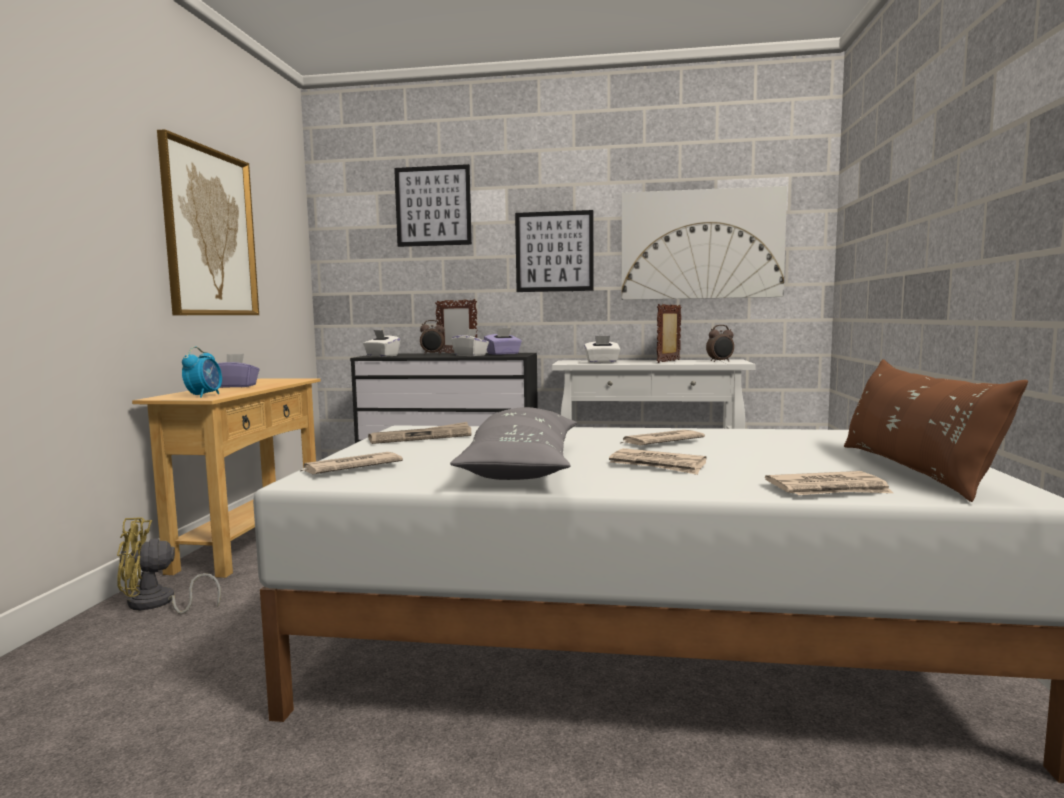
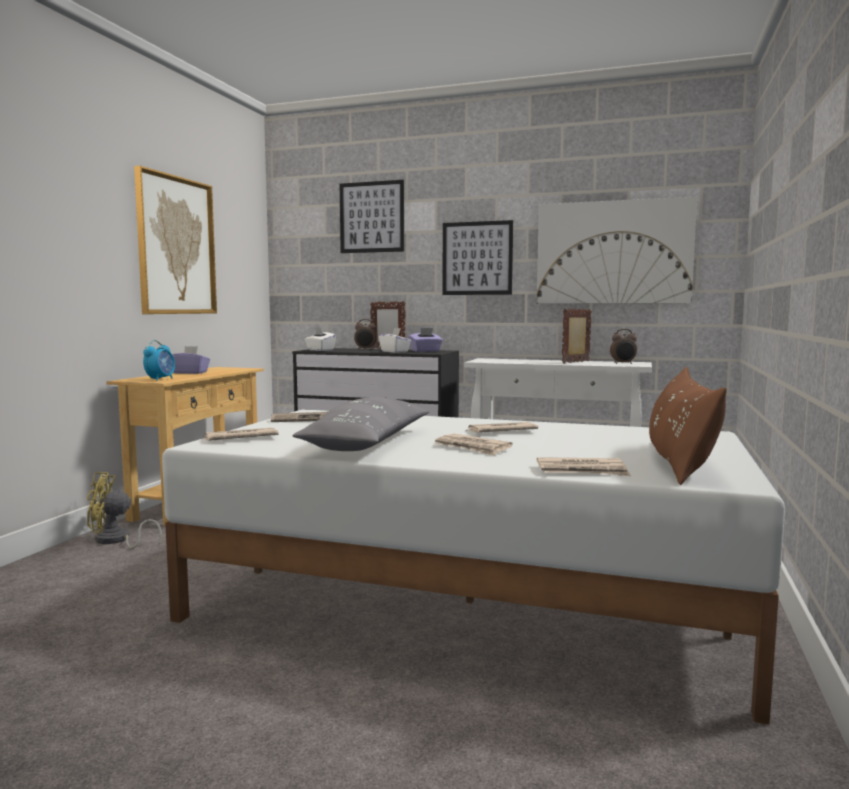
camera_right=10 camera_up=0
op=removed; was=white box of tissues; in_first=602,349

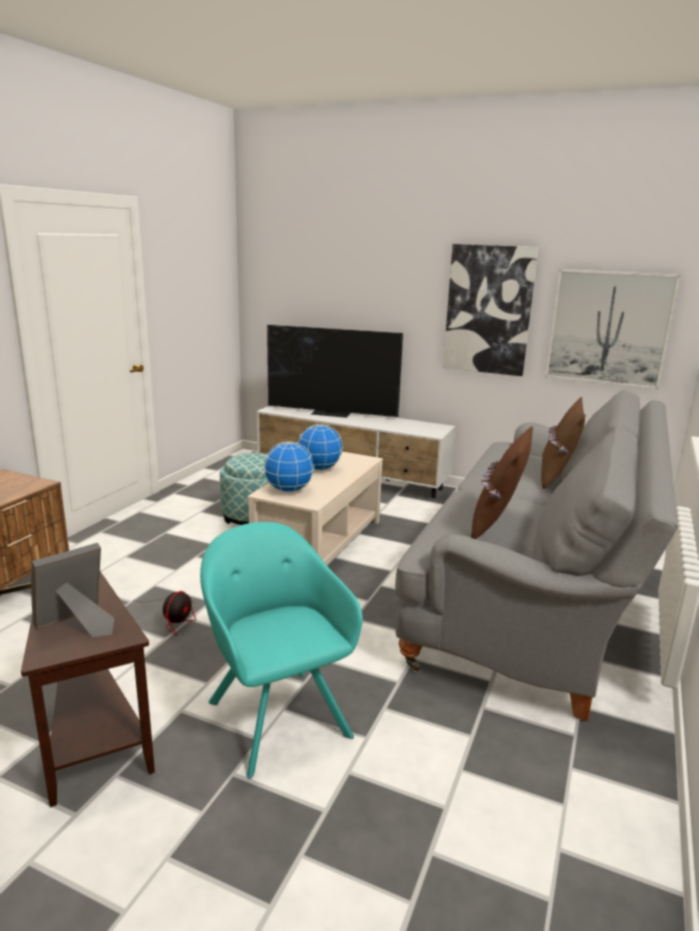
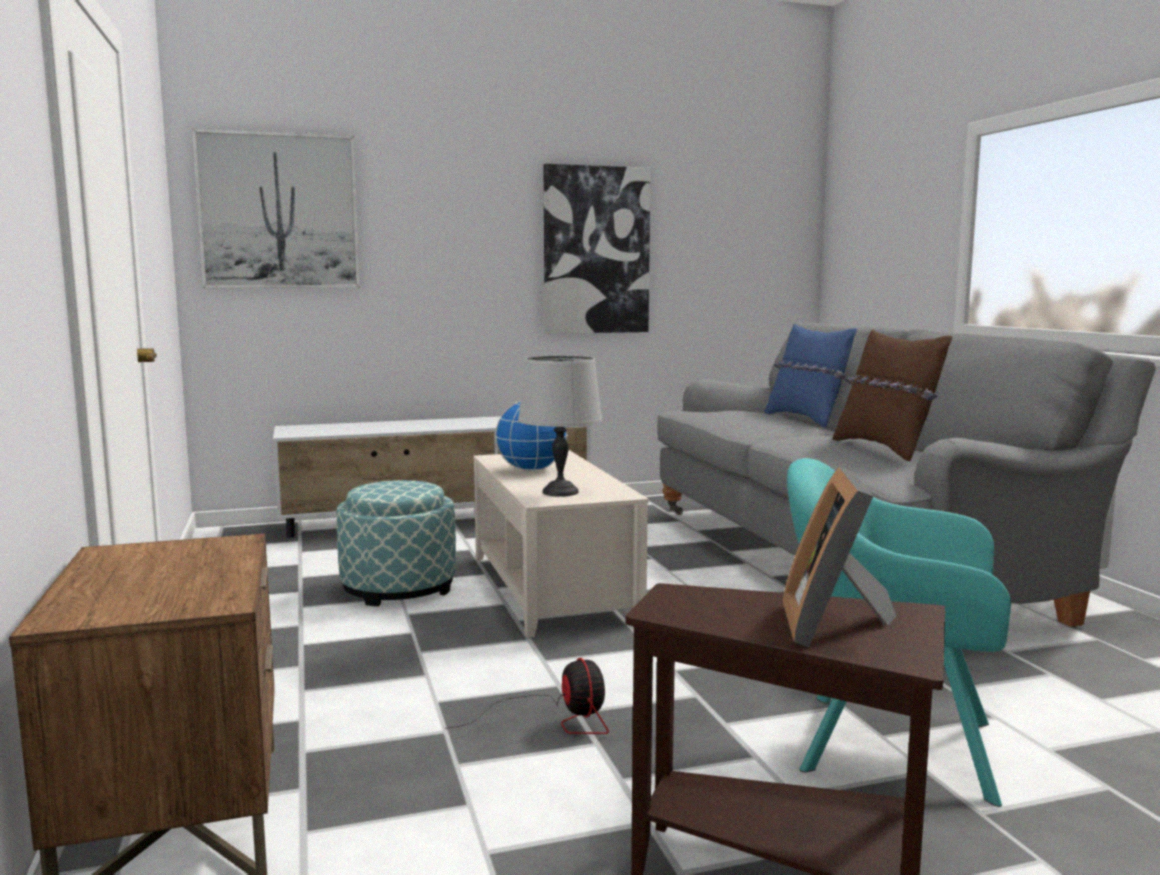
camera_right=-40 camera_up=-10
op=moved; was=wall art; in_first=612,329; in_second=276,208
op=removed; was=TV set; in_first=335,371
op=recoloured; was=brownish throw pillow; now=blue-coloured throw pillow; in_first=563,443; in_second=810,375
op=replaced; was=desk globe; now=grey tabletop lamp; in_first=289,467; in_second=560,426

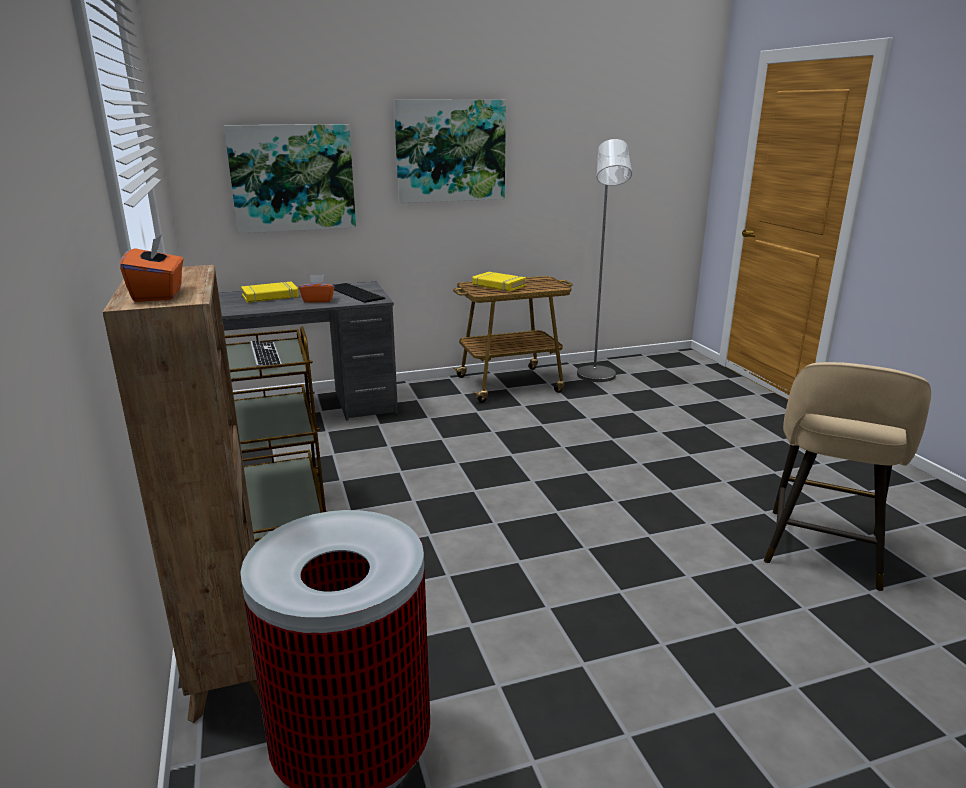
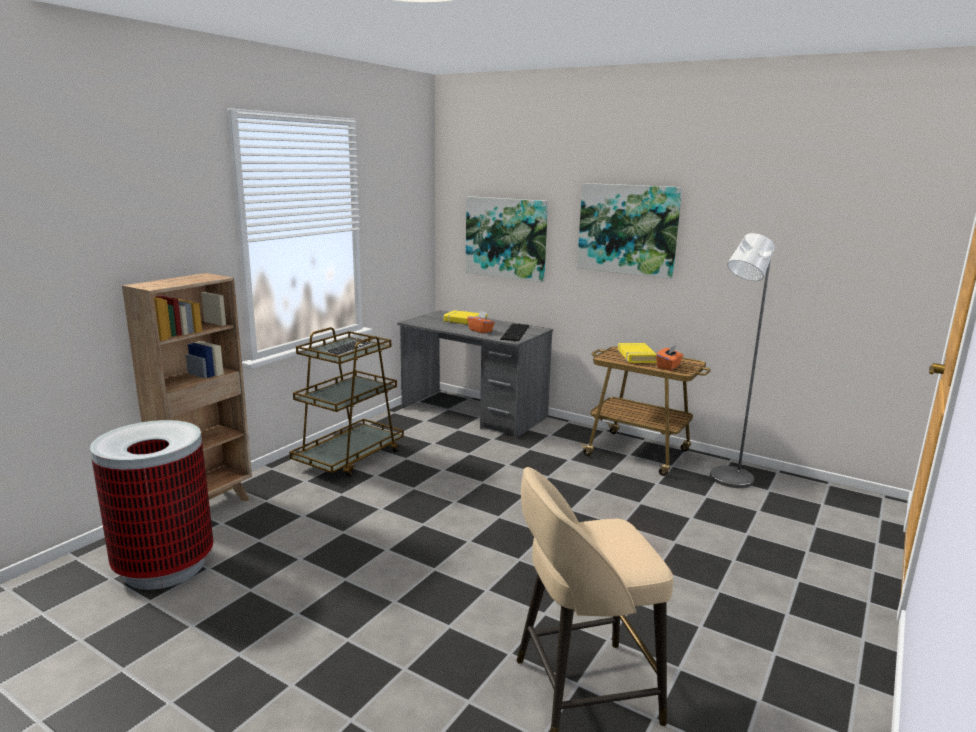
camera_right=50 camera_up=-5
op=moved; was=orange-coloured box of tissues; in_first=151,268; in_second=669,357

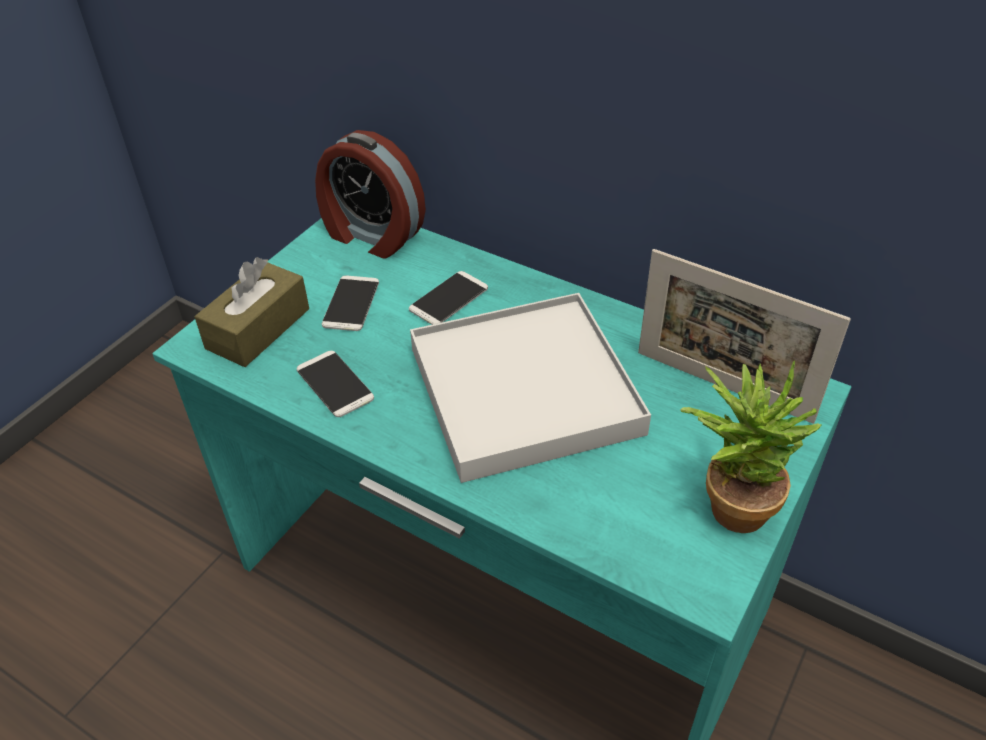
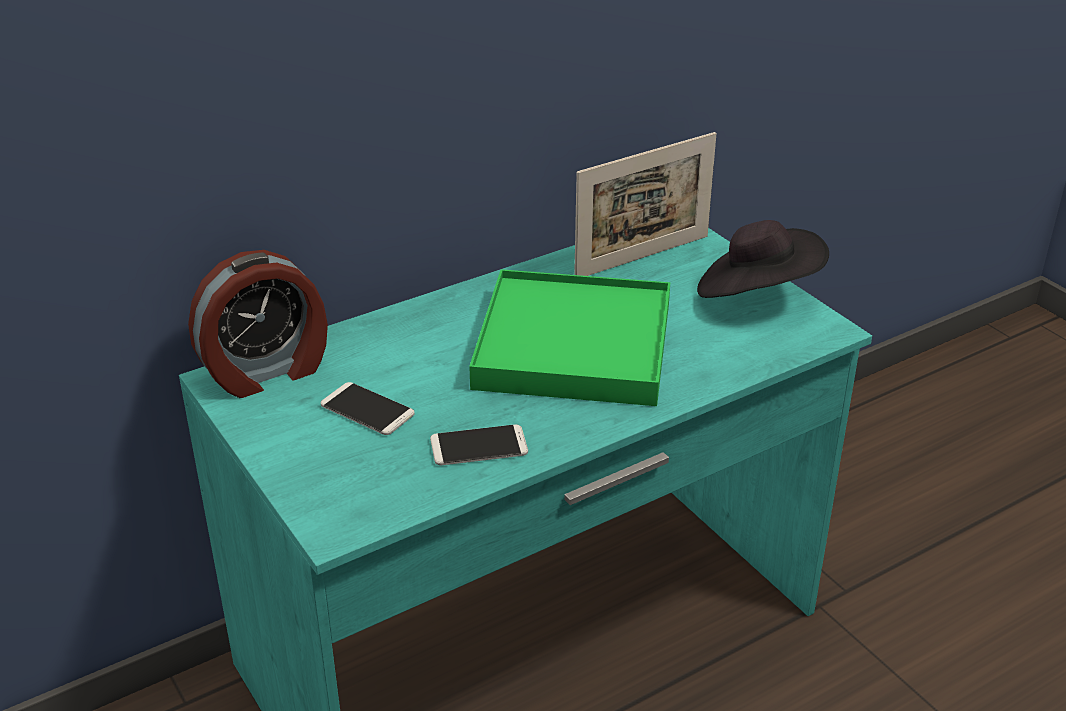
camera_right=-65 camera_up=-10
op=removed; was=brownish box of tissues; in_first=252,312
op=removed; was=telephone; in_first=448,298
op=recoloured; was=white carrying tray; now=greenish carrying tray; in_first=530,388; in_second=569,337
op=replaced; was=plant in a pot; now=black wearable hat; in_first=751,447; in_second=763,259

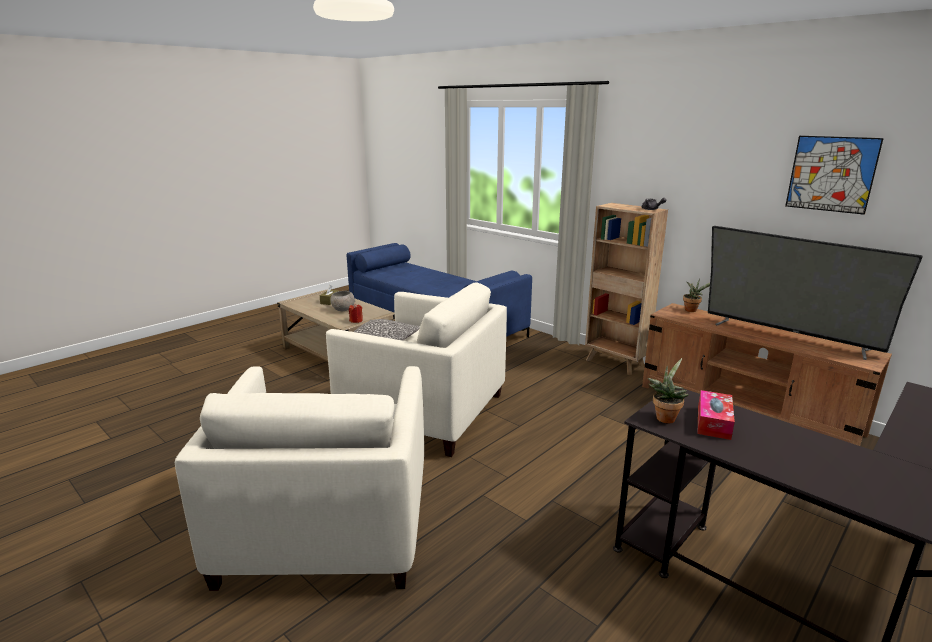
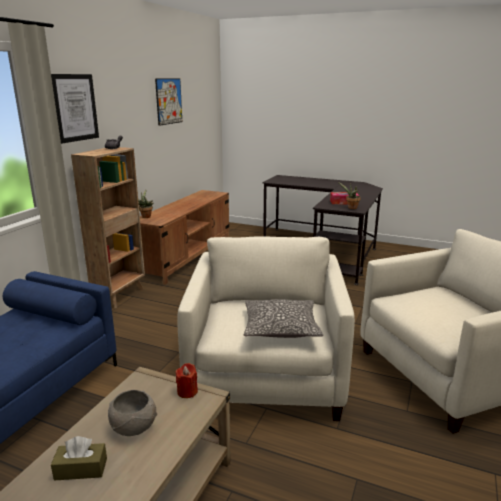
camera_right=-110 camera_up=0
op=removed; was=TV set; in_first=815,293
op=added; now=wall art; in_second=75,109

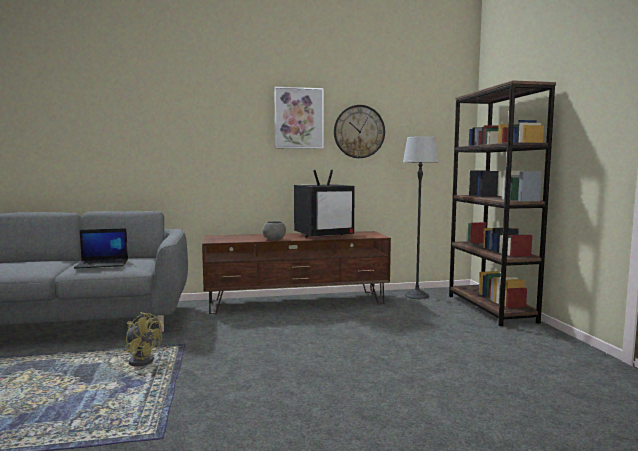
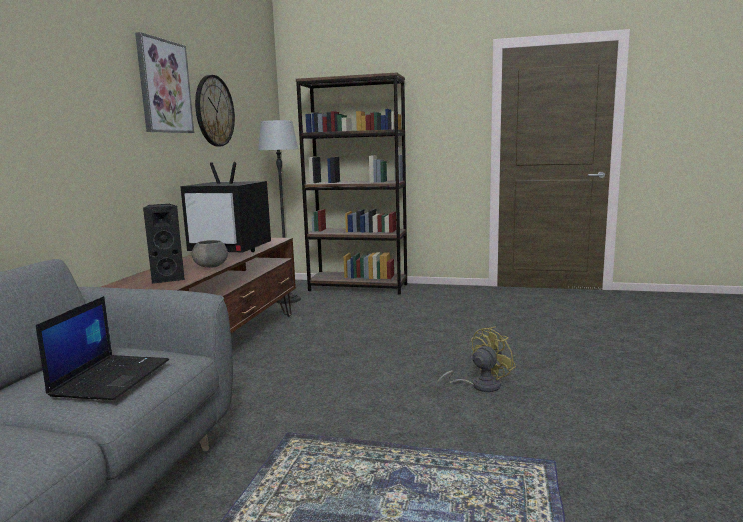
camera_right=-65 camera_up=5
op=turned; was=TV set; in_first=324,203; in_second=225,207; clockwise=105
op=moved; was=yellowish electric fan; in_first=143,339; in_second=475,359
op=added; now=black speaker; in_second=164,244

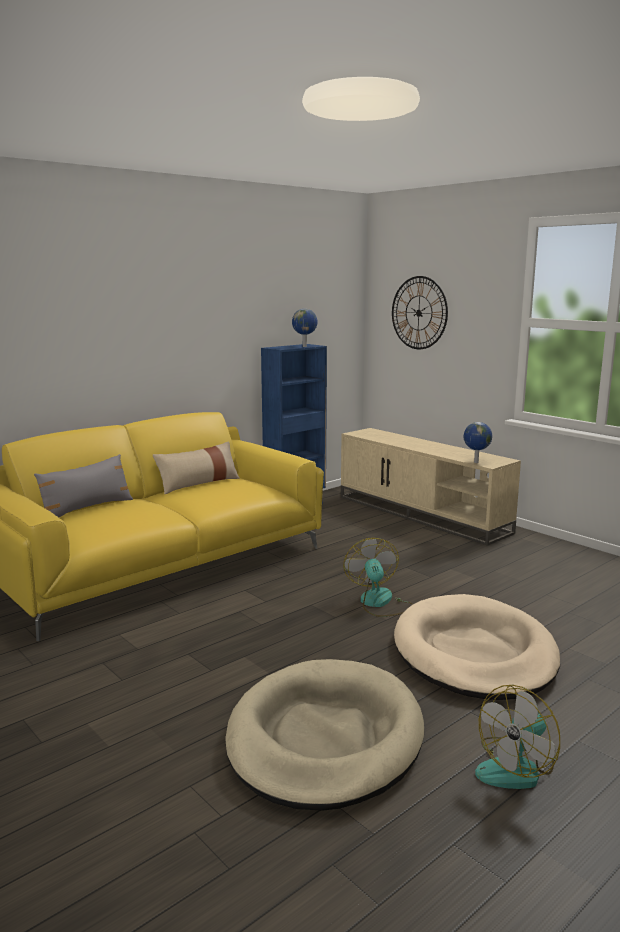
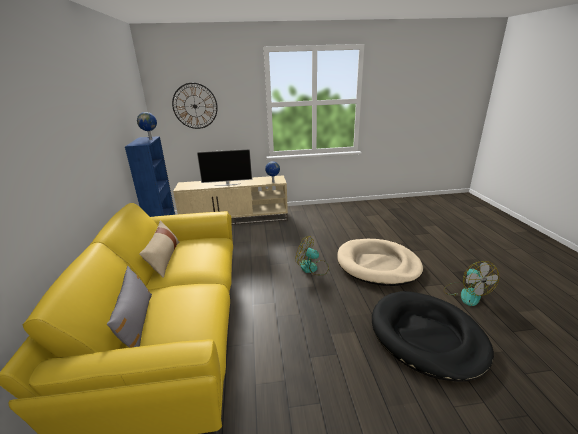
camera_right=-55 camera_up=10
op=recoloured; was=sand-coloured dog bed; now=black dog bed; in_first=324,735; in_second=433,336
op=added; now=TV set; in_second=224,167

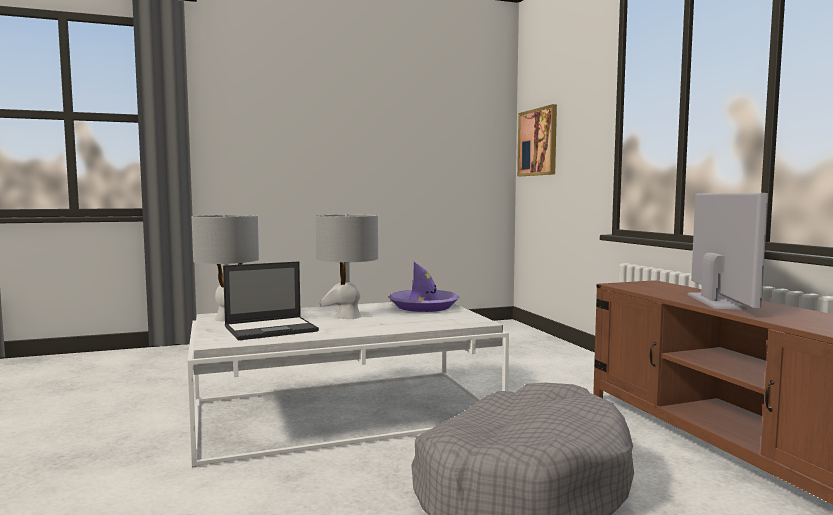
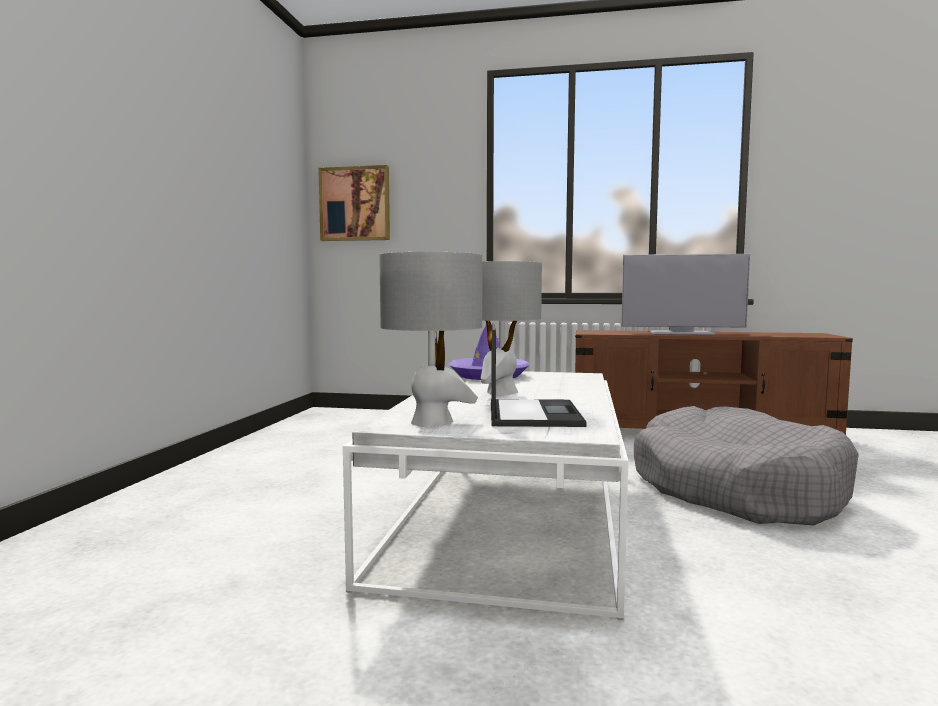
camera_right=-60 camera_up=0
op=turned; was=TV set; in_first=727,251; in_second=685,294; clockwise=150

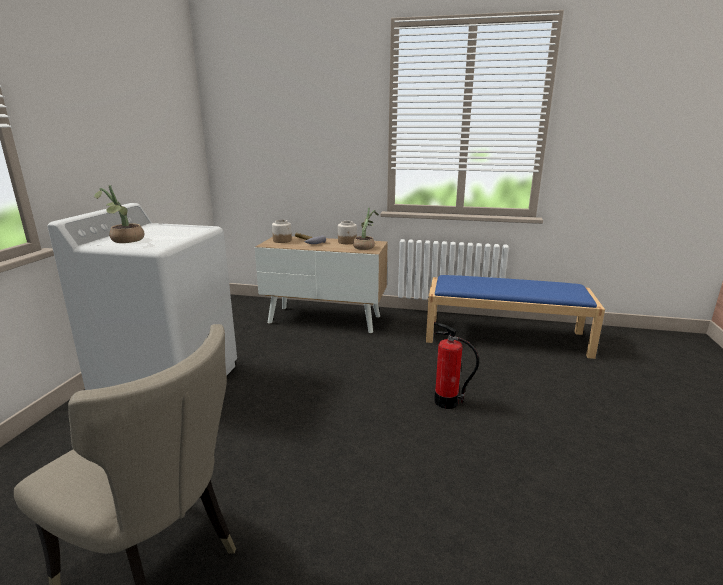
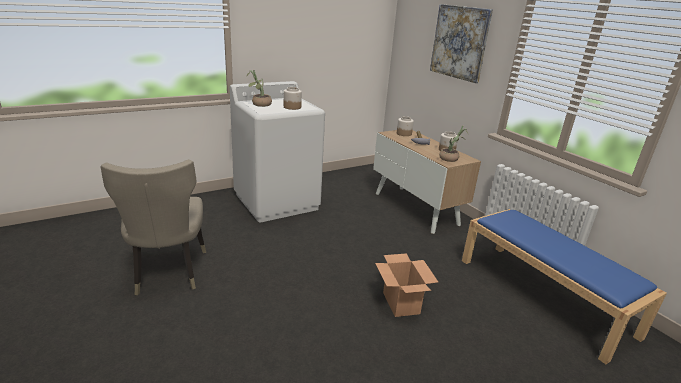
camera_right=45 camera_up=5
op=replaced; was=extinguisher; now=packing box; in_first=456,365; in_second=406,285
op=added; now=wall art; in_second=461,43
op=added; now=storage jar; in_second=293,98

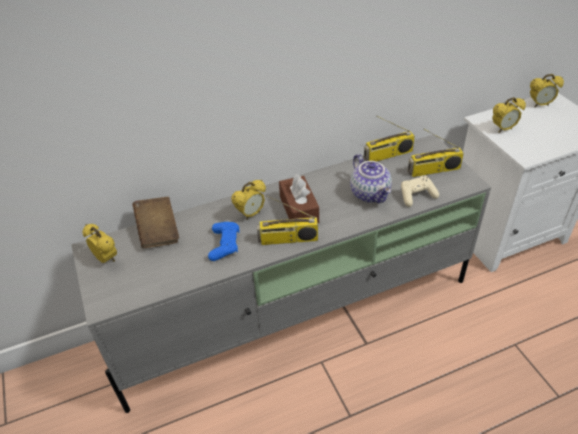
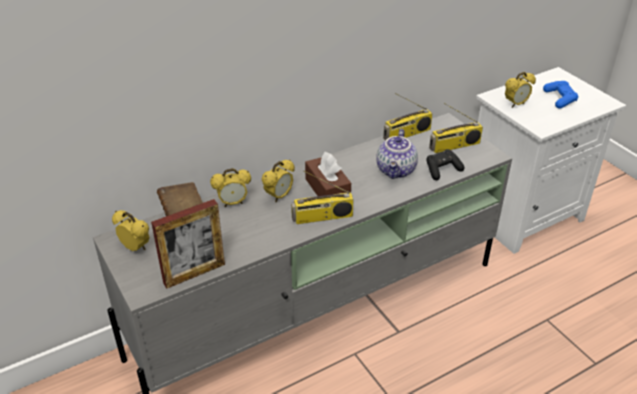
camera_right=-10 camera_up=-5
op=moved; was=bedside clock; in_first=547,90; in_second=230,187
op=turned; was=pot for tea; in_first=371,178; in_second=397,154; clockwise=45
op=recoloured; was=sand-coloured joypad; now=black joypad; in_first=420,191; in_second=445,164
op=moved; was=blue-coloured joypad; in_first=223,241; in_second=560,95
op=added; now=picture frame; in_second=188,243

